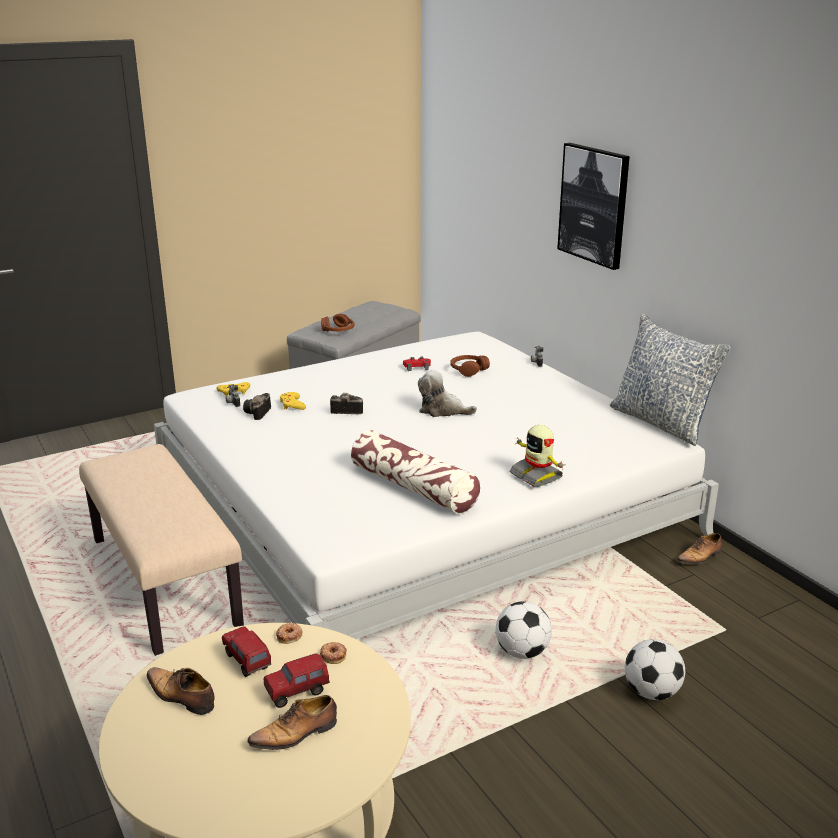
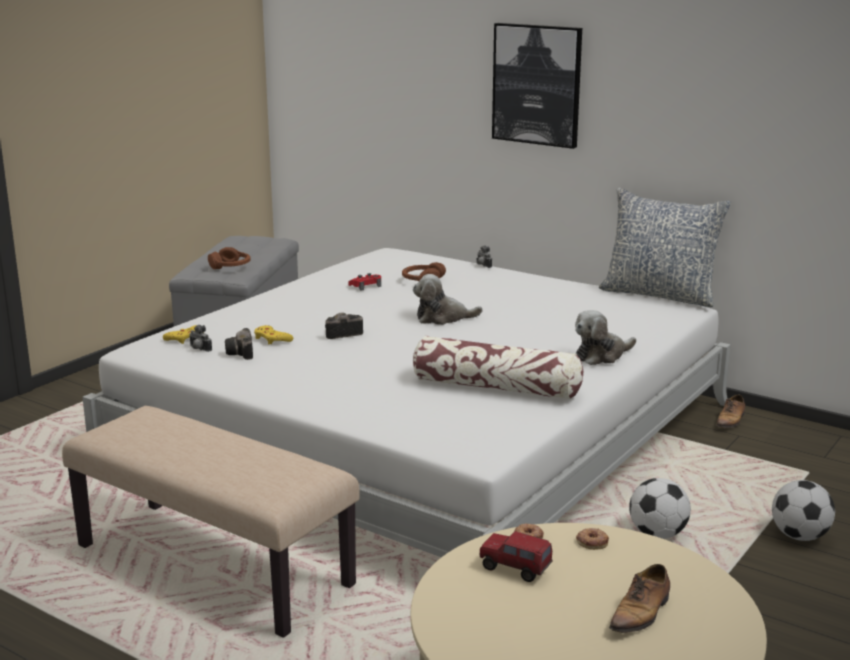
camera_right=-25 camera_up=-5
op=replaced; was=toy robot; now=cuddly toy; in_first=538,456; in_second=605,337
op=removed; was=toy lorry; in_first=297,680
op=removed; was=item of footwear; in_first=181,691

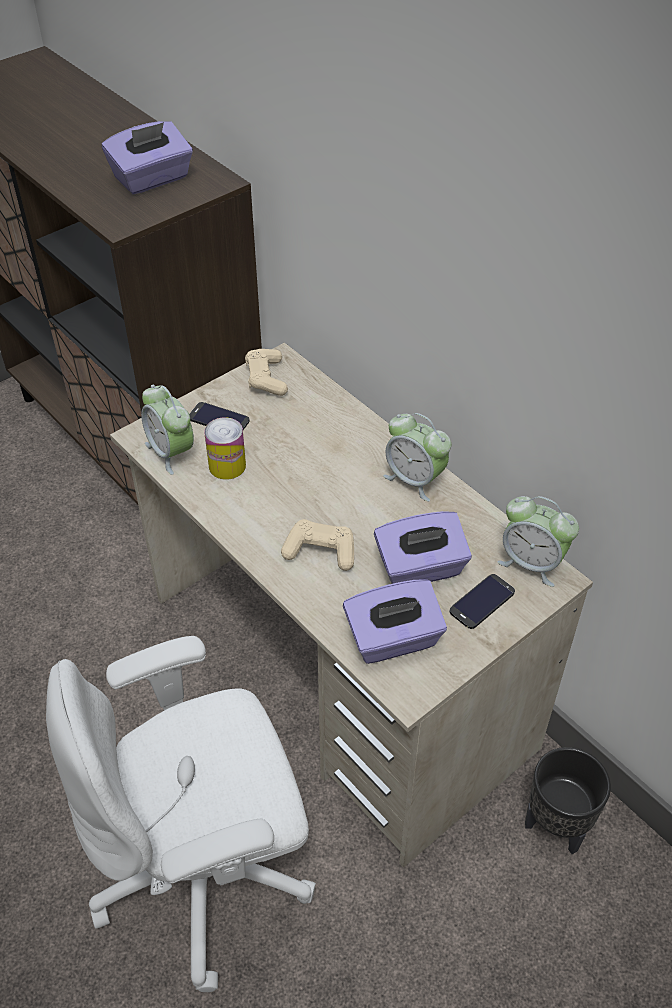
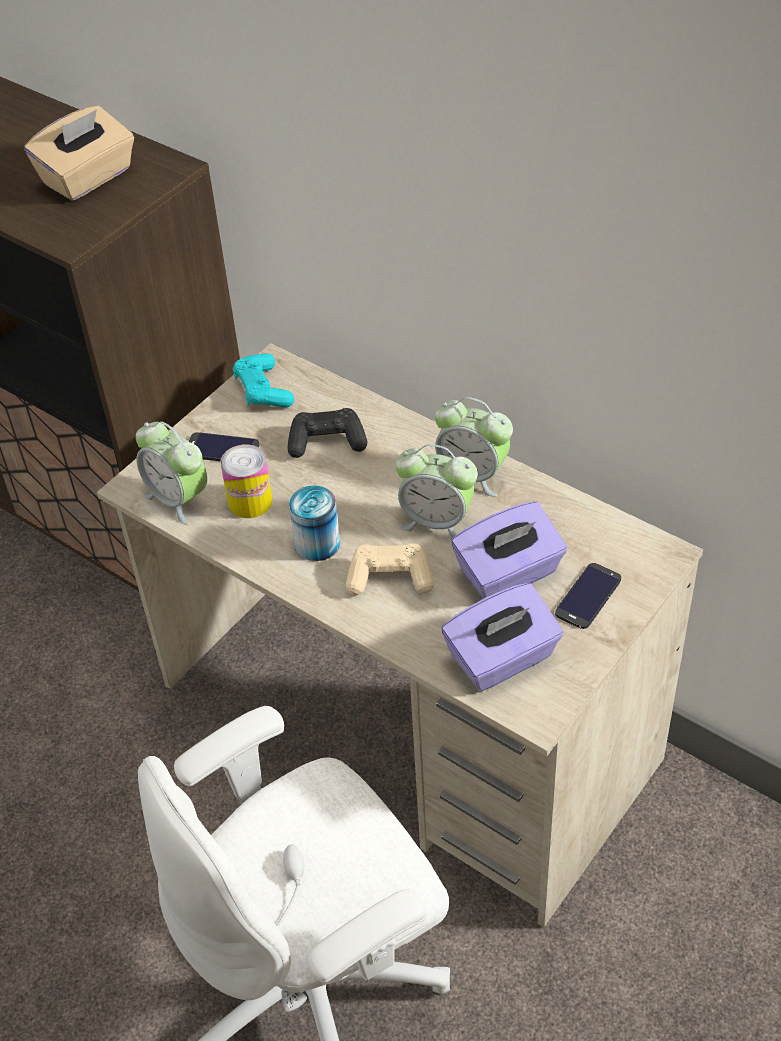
camera_right=-10 camera_up=0
op=recoloured; was=purple box of tissues; now=sand-coloured box of tissues; in_first=147,157; in_second=79,153
op=recoloured; was=sand-coloured joypad; now=turquoise joypad; in_first=266,372; in_second=263,380
op=moved; was=bedside clock; in_first=538,541; in_second=436,491
op=removed; was=black plant pot; in_first=568,800
op=added; now=black joypad; in_second=327,433
op=added; now=metal can; in_second=314,523

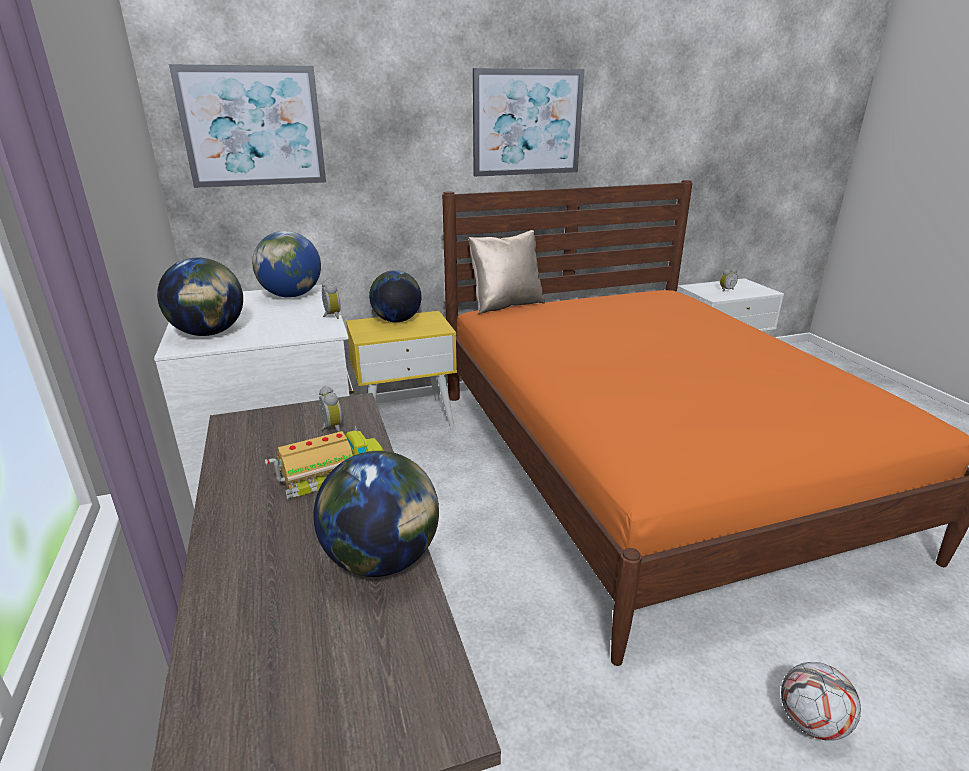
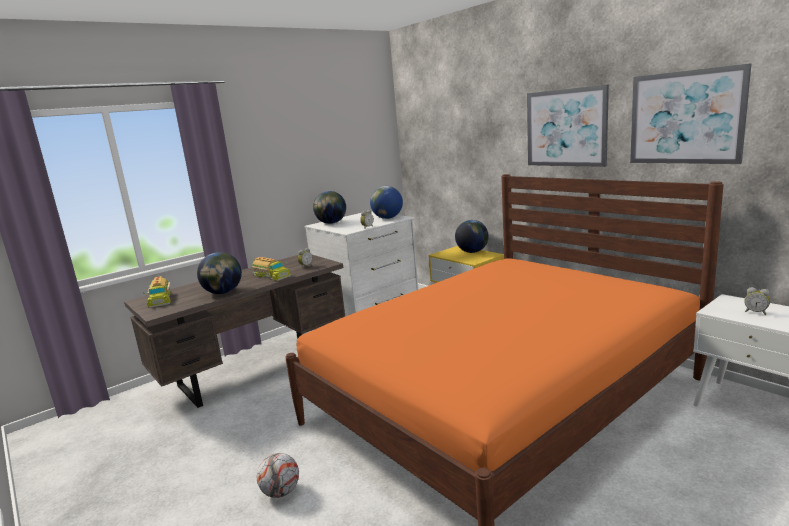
camera_right=70 camera_up=-10
op=moved; was=wall art; in_first=247,126; in_second=691,113
op=removed; was=sand-coloured throw pillow; in_first=507,272
op=added; now=toy lorry; in_second=157,292

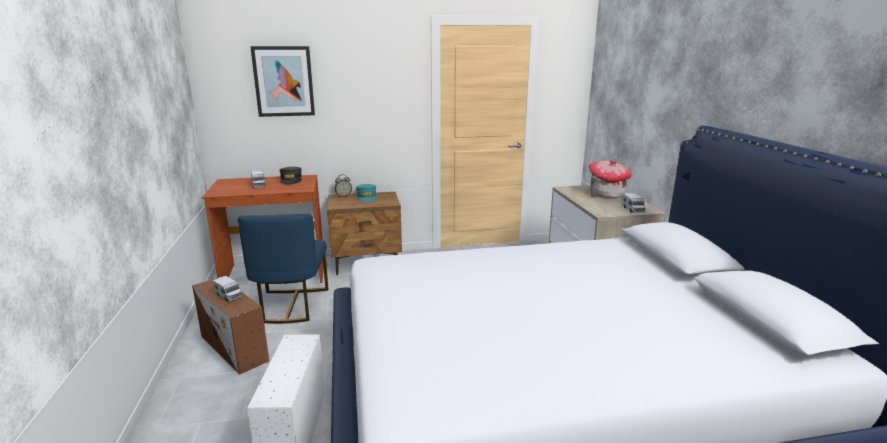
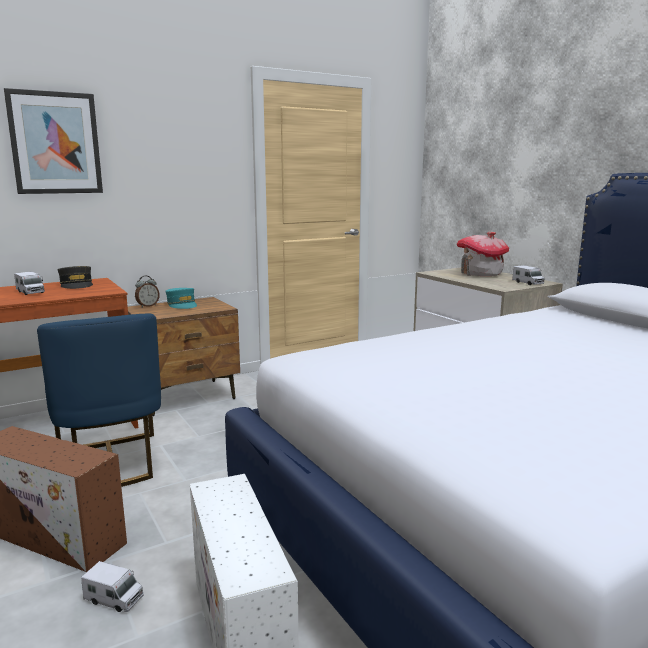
camera_right=-20 camera_up=-5
op=moved; was=toy lorry; in_first=228,288; in_second=112,586

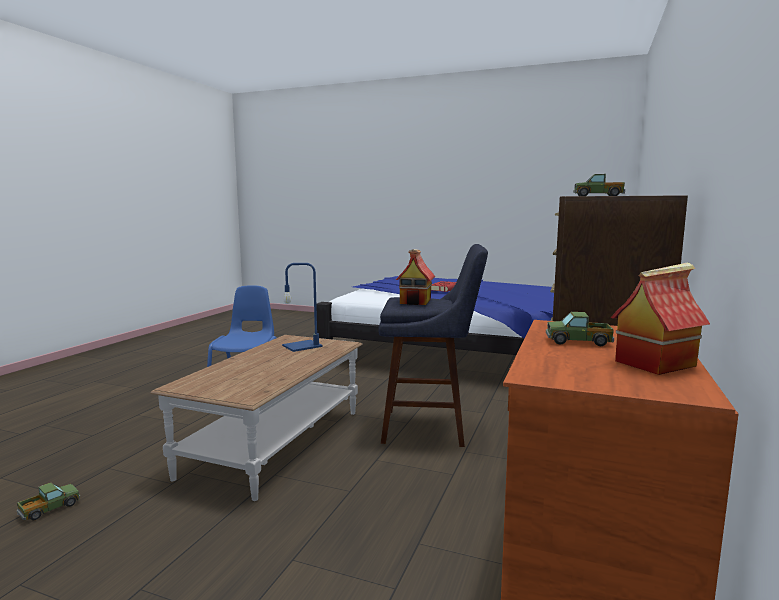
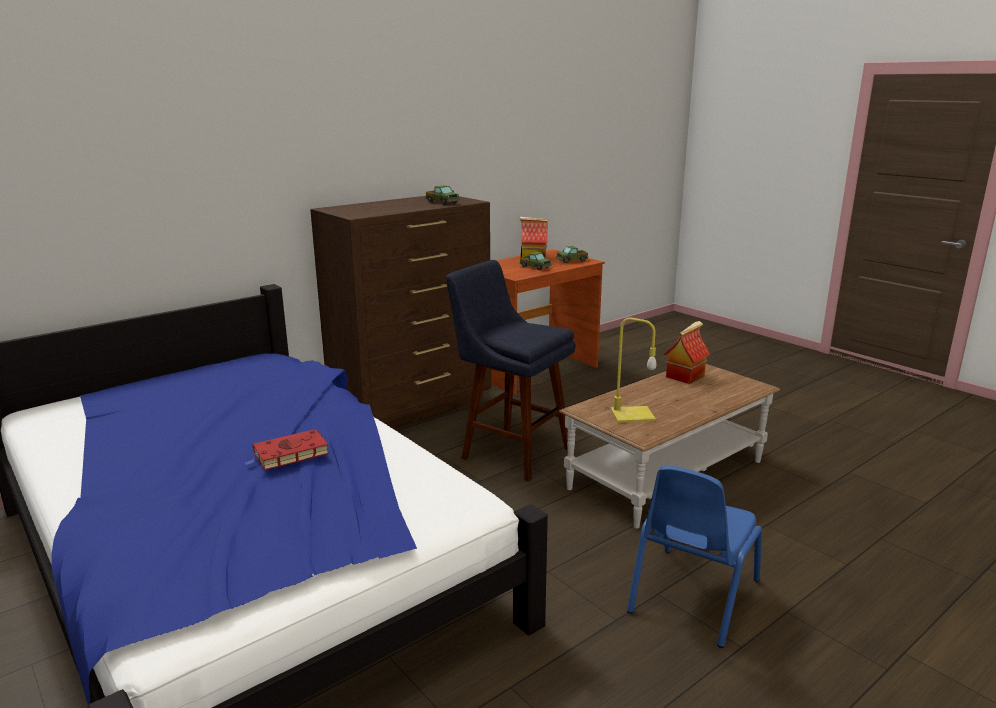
camera_right=-150 camera_up=10
op=moved; was=miniature house; in_first=415,277; in_second=687,352
op=recoloured; was=blue-coloured tabletop lamp; now=yellowish tabletop lamp; in_first=302,307; in_second=633,370
op=moved; was=toy lorry; in_first=49,501; in_second=572,254

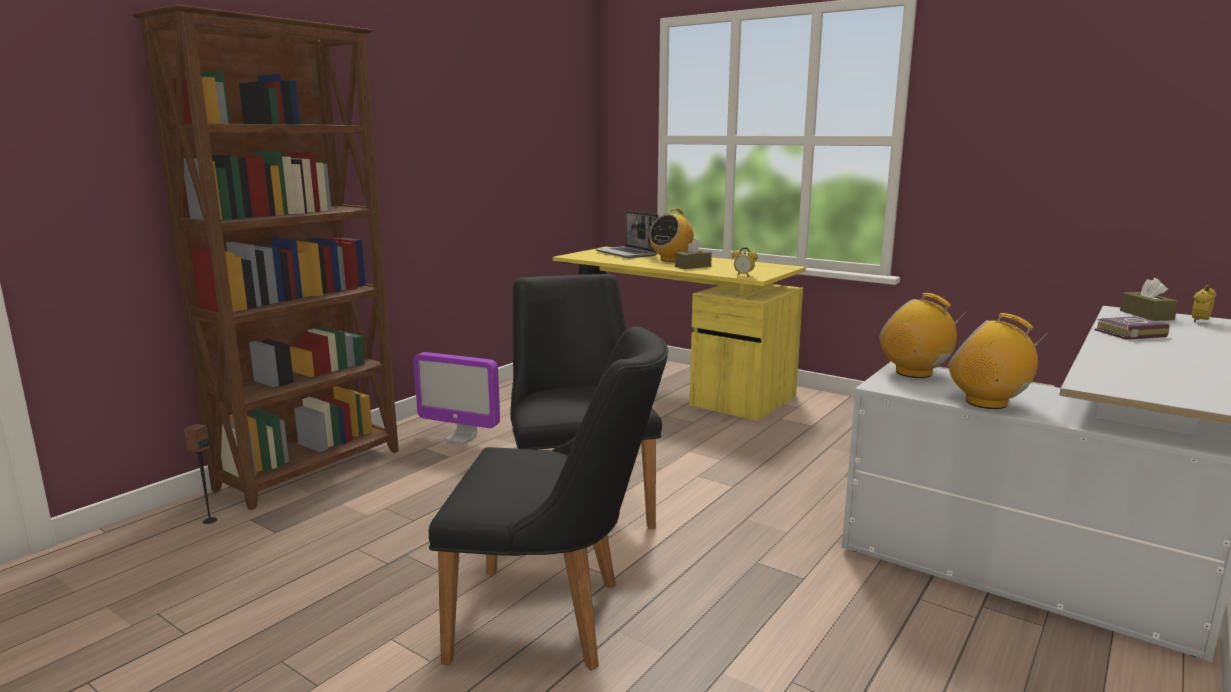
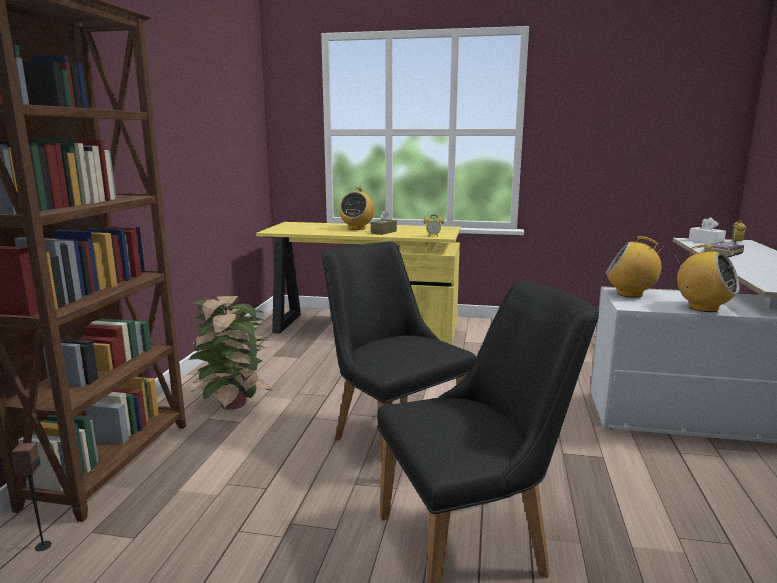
camera_right=-25 camera_up=0
op=removed; was=notebook computer; in_first=627,234
op=recoloured; was=brownish box of tissues; now=white box of tissues; in_first=1149,299; in_second=707,230
op=turned; was=radio set; in_first=998,361; in_second=708,278; clockwise=-150
op=replaced; was=computer display; now=plant in a pot; in_first=457,398; in_second=230,353

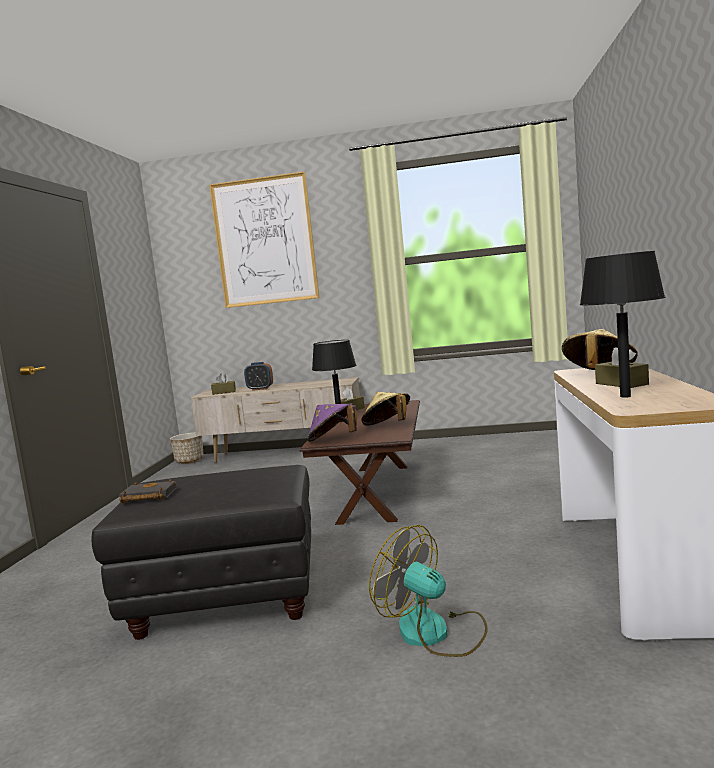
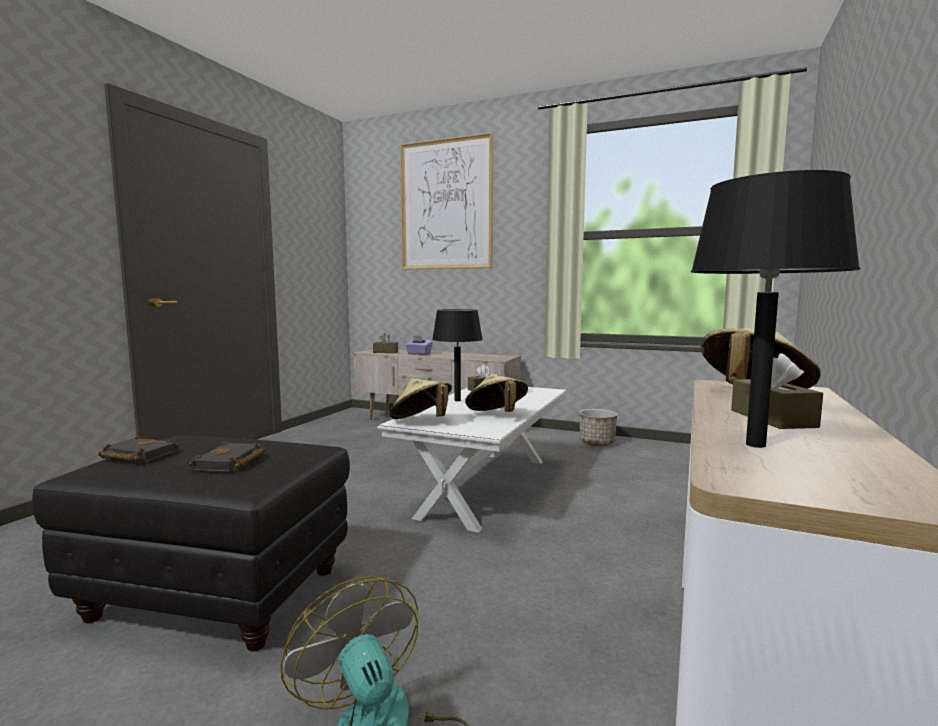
camera_right=15 camera_up=0
op=replaced; was=bedside clock; now=purple box of tissues; in_first=258,376; in_second=419,345
op=recoloured; was=brownish lounge table; now=white lounge table; in_first=359,462; in_second=472,460
op=recoloured; was=purple wearable hat; now=sand-coloured wearable hat; in_first=332,422; in_second=420,398
op=moved; was=plant pot; in_first=187,448; in_second=598,427
op=added; now=black volume; in_second=227,456

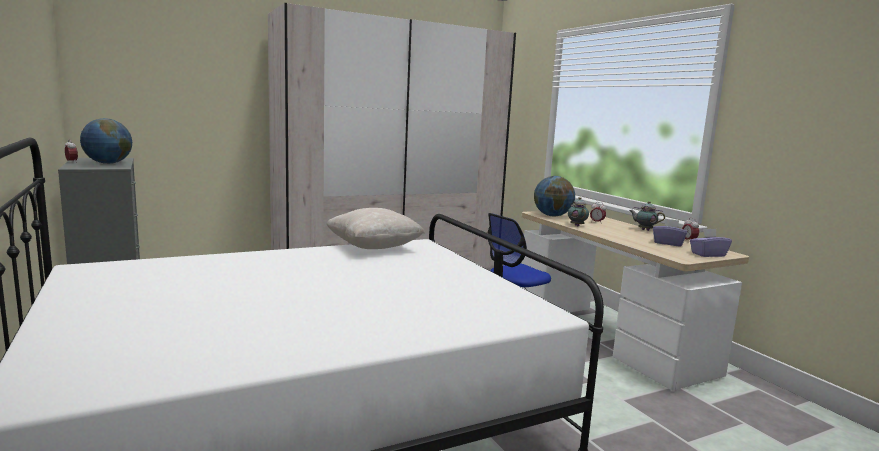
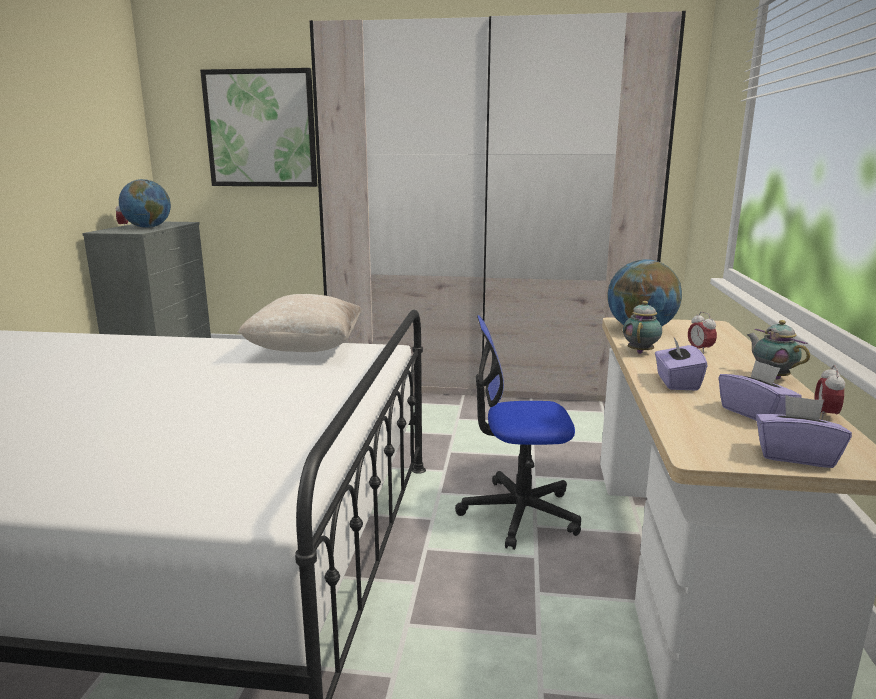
camera_right=35 camera_up=5
op=added; now=wall art; in_second=258,127
op=added; now=purple box of tissues; in_second=681,364

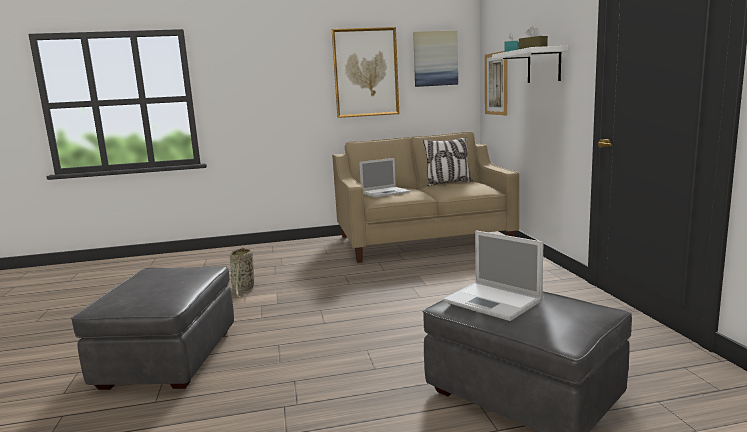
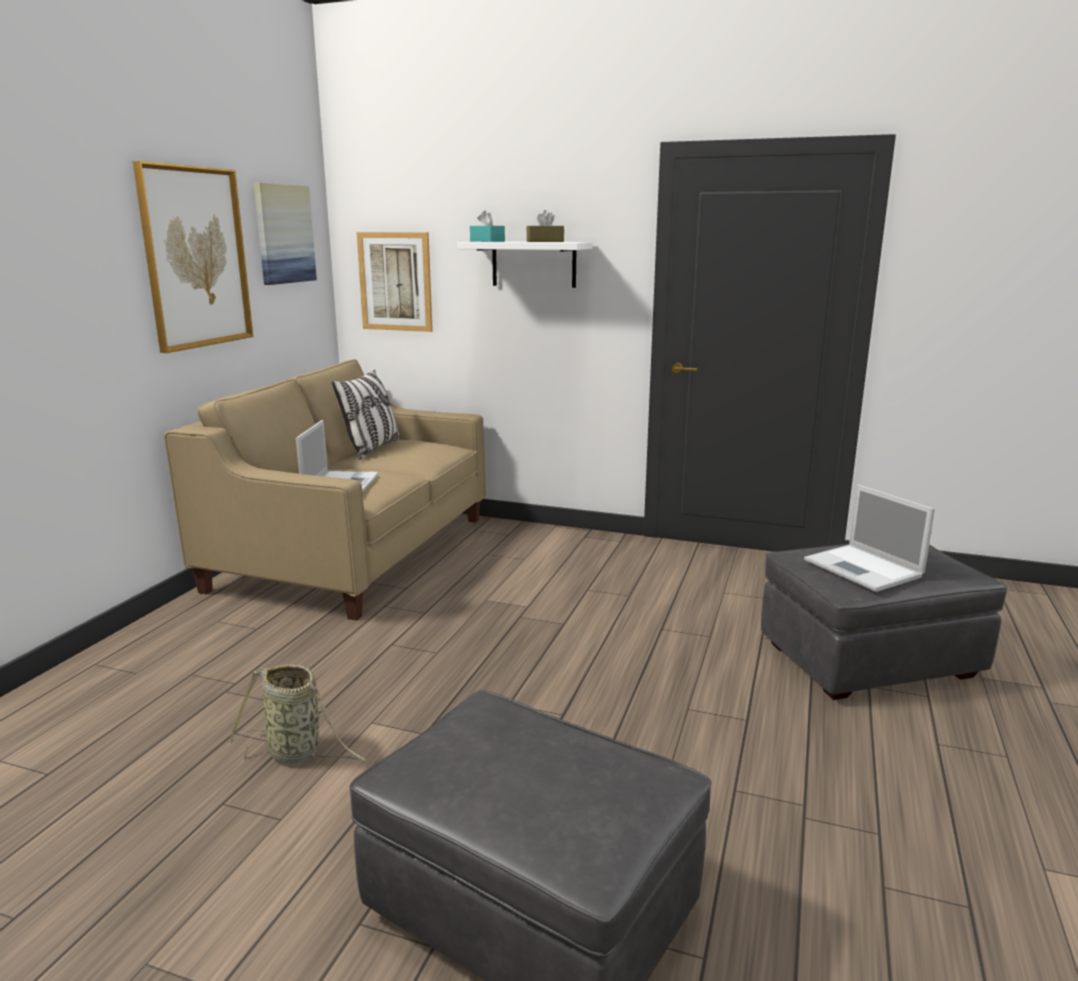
camera_right=-60 camera_up=5
op=turned; was=notebook computer; in_first=493,275; in_second=869,538; clockwise=75

